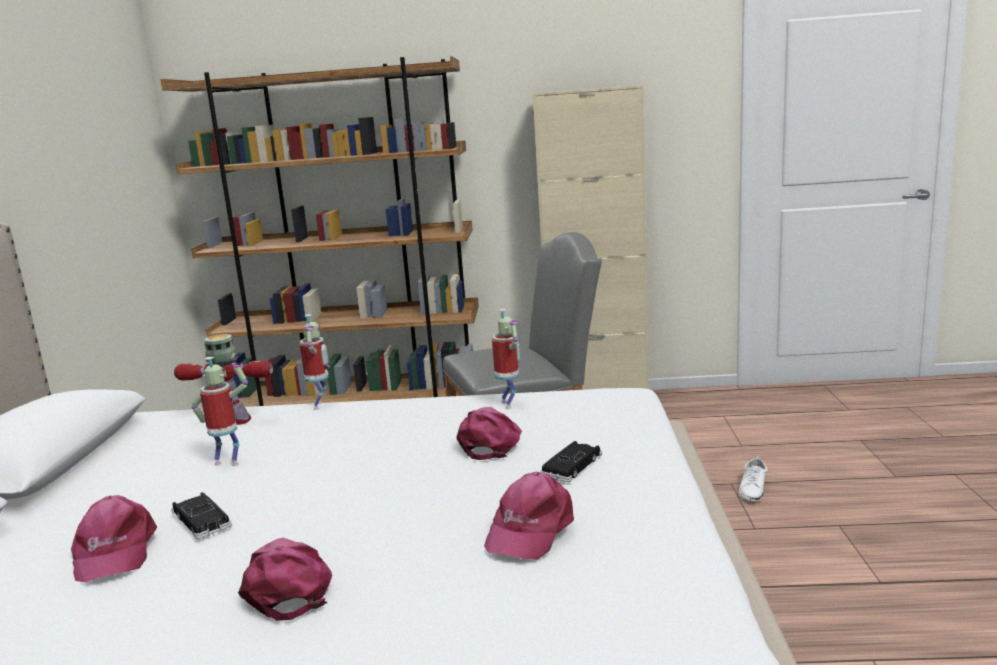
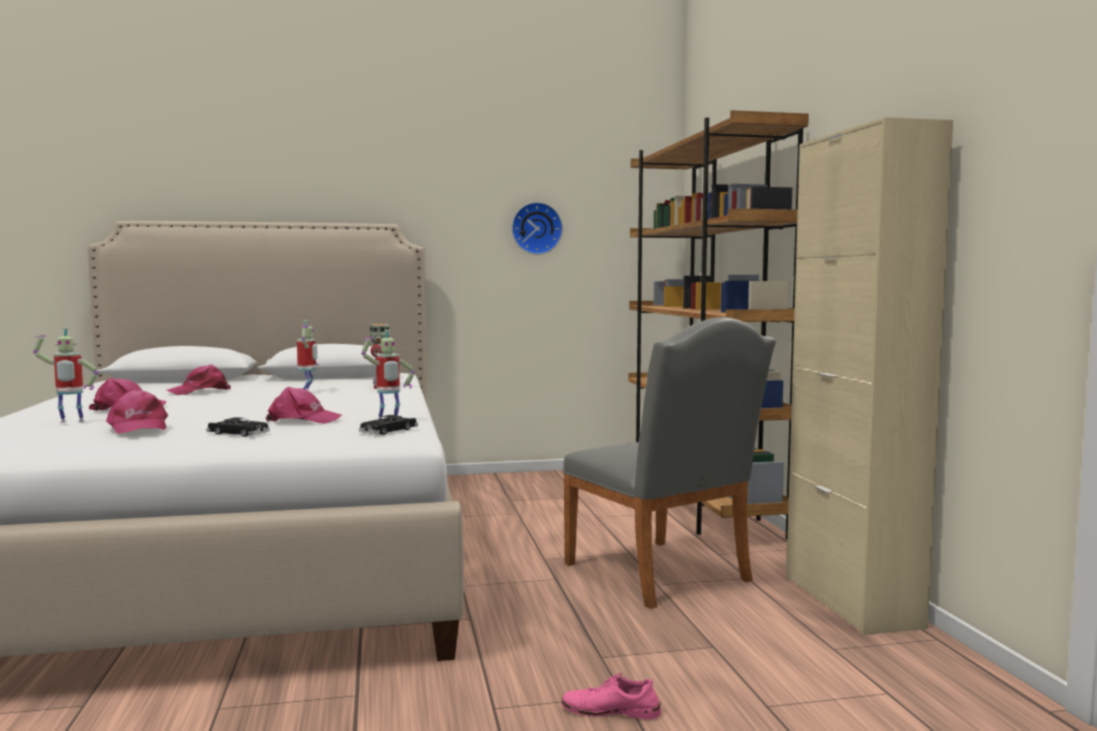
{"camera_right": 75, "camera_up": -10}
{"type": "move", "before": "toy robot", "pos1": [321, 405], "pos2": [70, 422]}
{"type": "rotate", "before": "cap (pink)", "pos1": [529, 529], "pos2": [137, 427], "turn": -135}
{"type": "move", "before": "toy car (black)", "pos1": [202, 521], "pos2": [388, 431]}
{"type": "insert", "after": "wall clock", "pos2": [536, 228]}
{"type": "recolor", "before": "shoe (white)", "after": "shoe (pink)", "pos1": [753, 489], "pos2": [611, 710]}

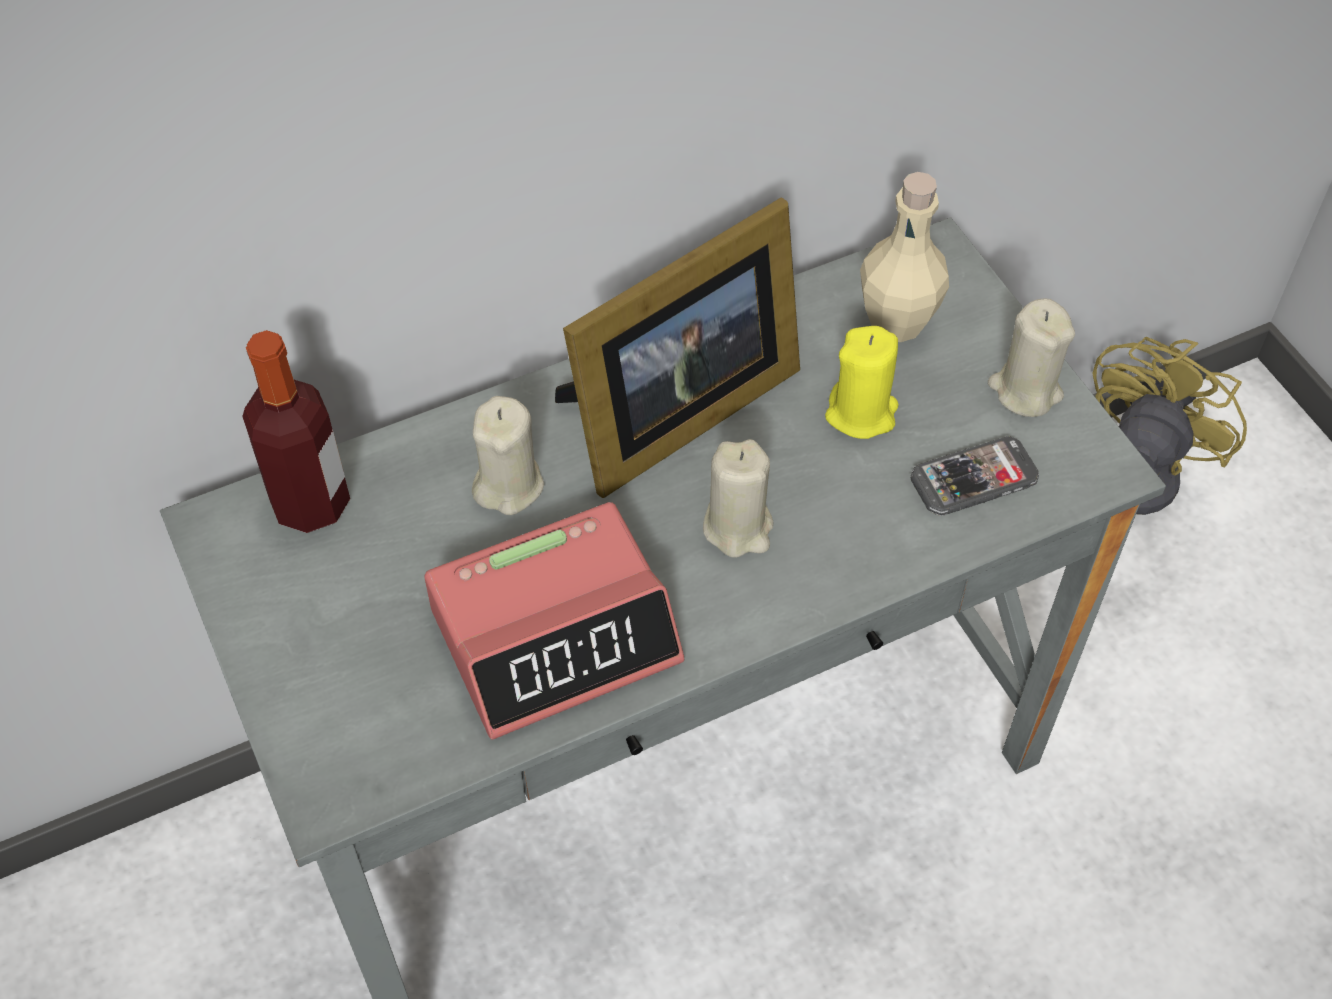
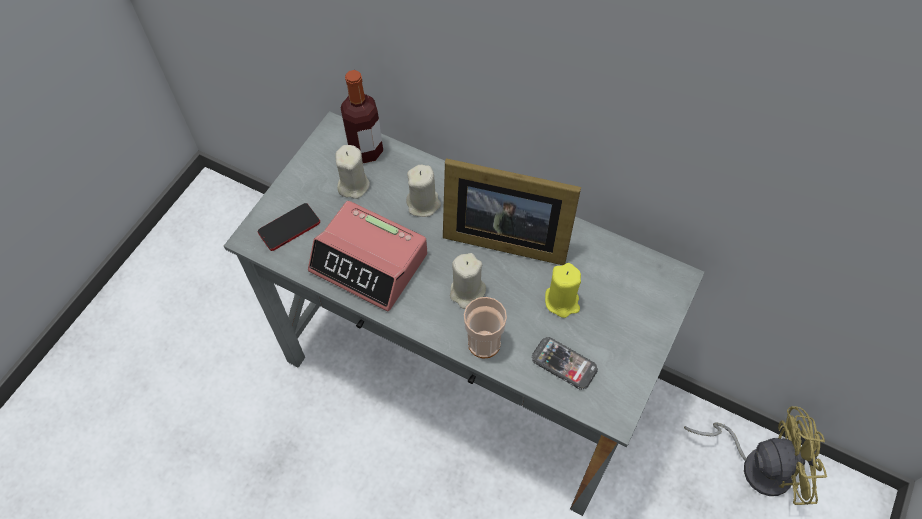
{"camera_right": 55, "camera_up": 5}
{"type": "insert", "after": "phone", "pos2": [289, 227]}
{"type": "move", "before": "candle (beige)", "pos1": [1025, 390], "pos2": [353, 185]}
{"type": "insert", "after": "cup", "pos2": [484, 343]}
{"type": "delete", "before": "bottle (beige)", "pos1": [897, 322]}

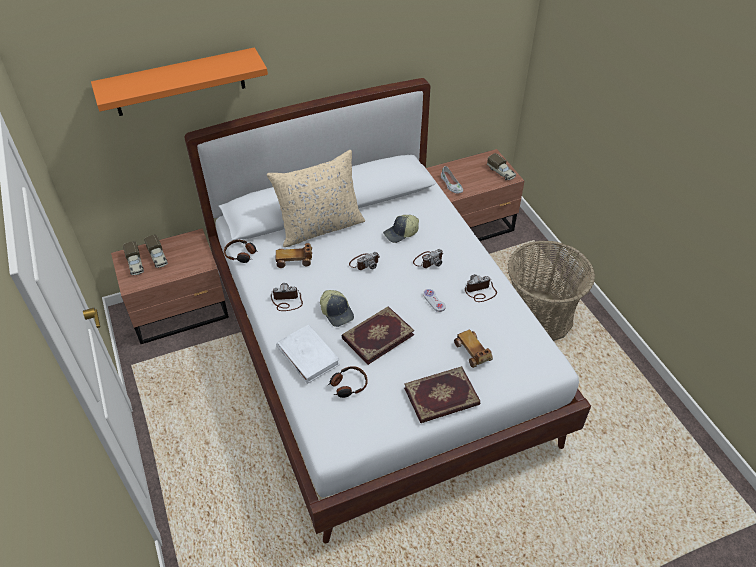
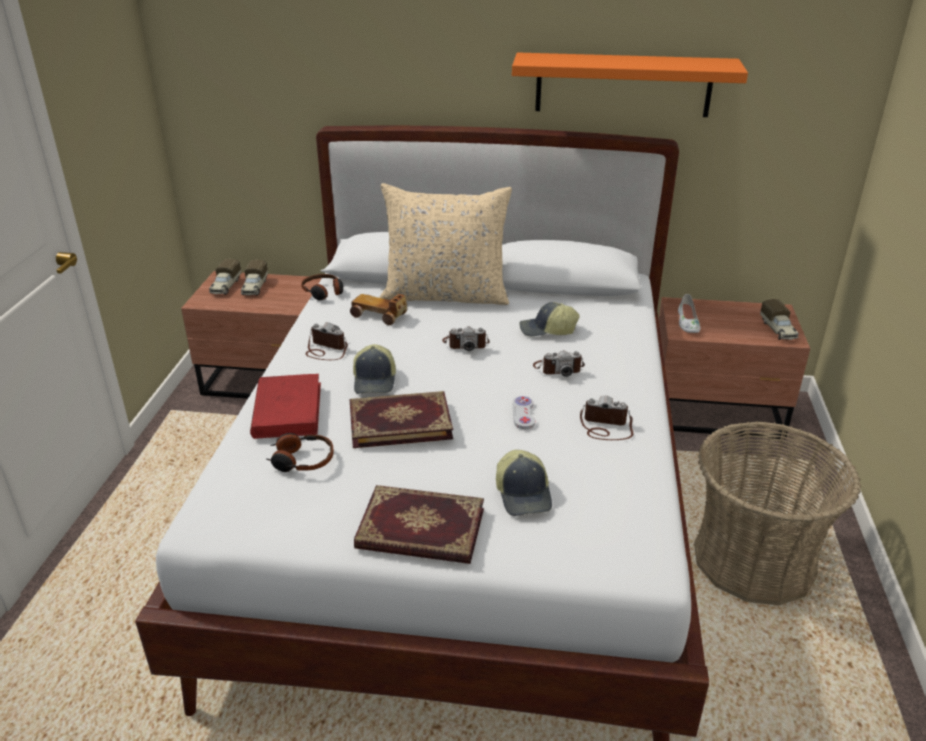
{"camera_right": 30, "camera_up": -15}
{"type": "recolor", "before": "book (white)", "after": "book (red)", "pos1": [307, 356], "pos2": [287, 410]}
{"type": "replace", "before": "toy car", "after": "cap", "pos1": [473, 352], "pos2": [524, 494]}
{"type": "move", "before": "shelf (orange)", "pos1": [179, 82], "pos2": [623, 85]}

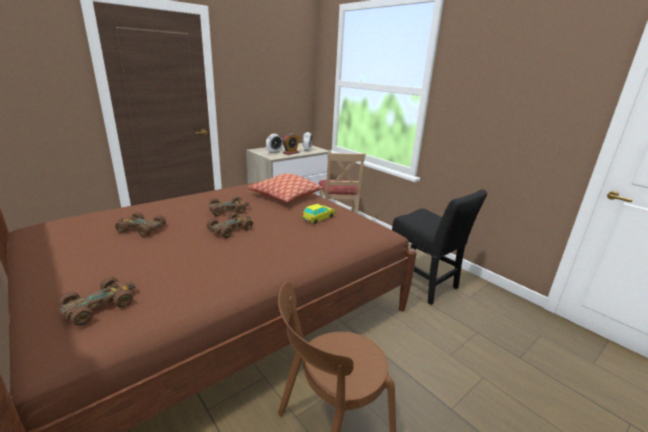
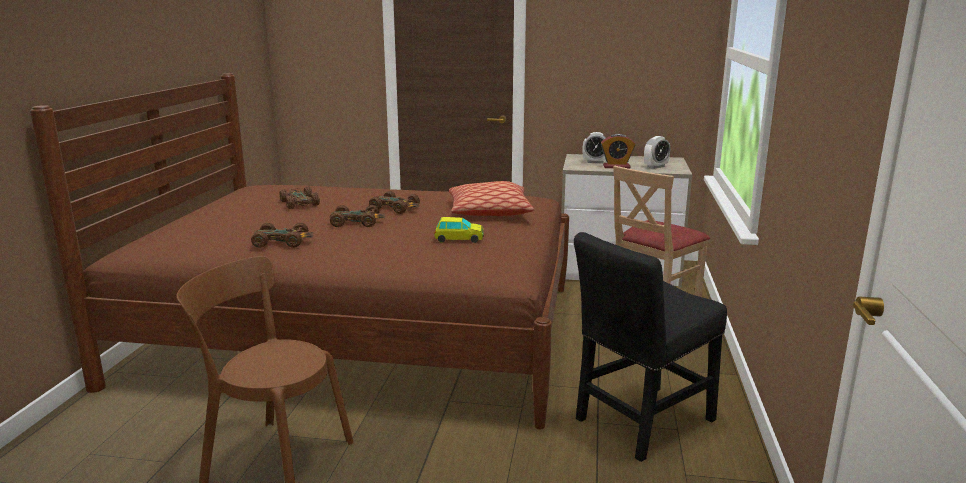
{"camera_right": 50, "camera_up": -5}
{"type": "move", "before": "toy car (brown)", "pos1": [99, 306], "pos2": [282, 242]}
{"type": "rotate", "before": "chair (black)", "pos1": [423, 283], "pos2": [641, 423], "turn": 45}

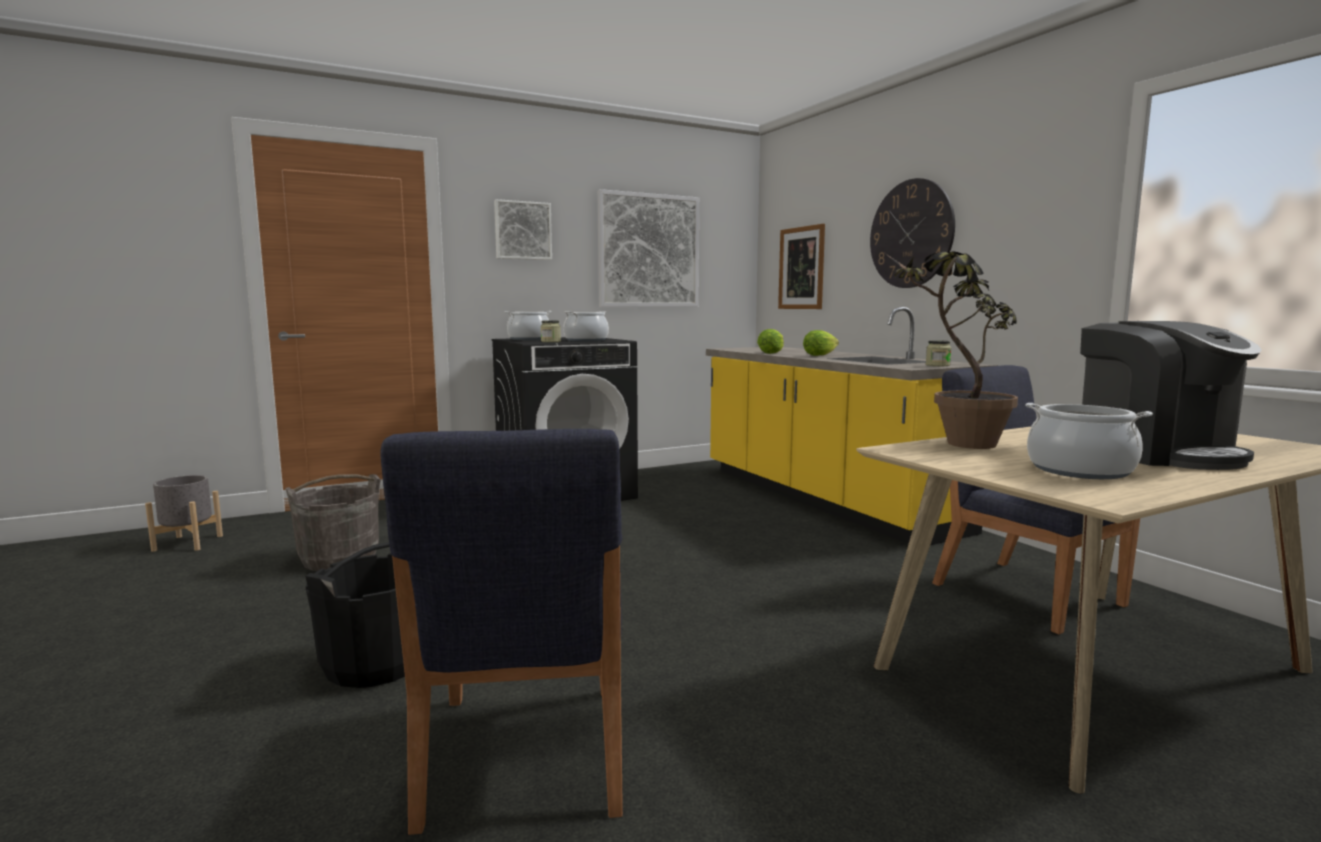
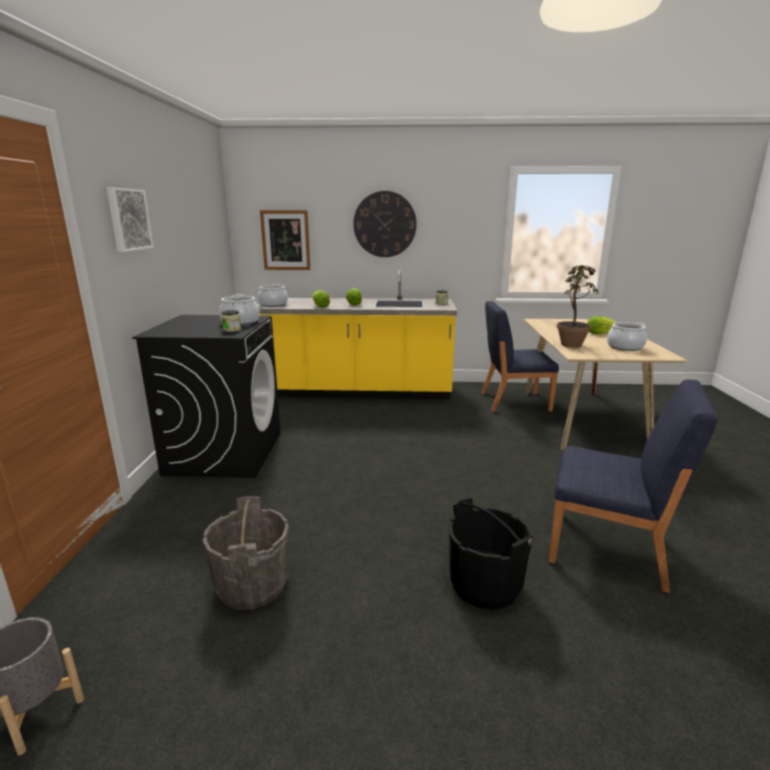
{"camera_right": -60, "camera_up": 10}
{"type": "move", "before": "cooking pot", "pos1": [529, 339], "pos2": [273, 305]}
{"type": "replace", "before": "coffee machine", "after": "lettuce", "pos1": [1155, 453], "pos2": [599, 334]}
{"type": "delete", "before": "picture", "pos1": [648, 251]}

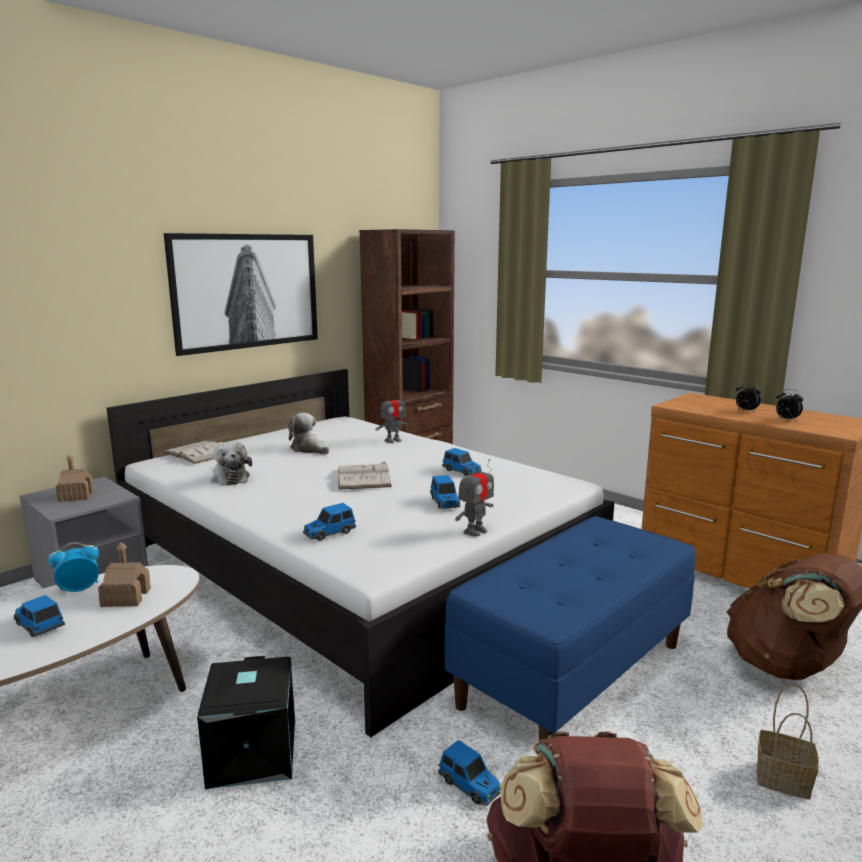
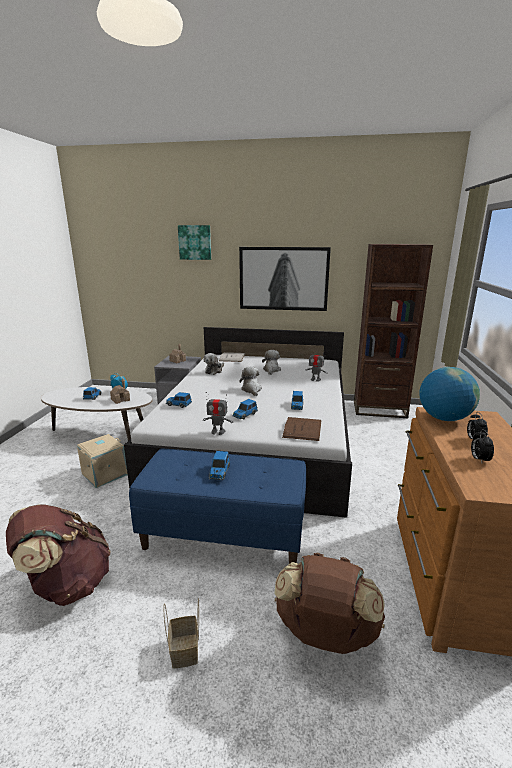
{"camera_right": 55, "camera_up": 5}
{"type": "recolor", "before": "storage box (black)", "after": "storage box (beige)", "pos1": [251, 753], "pos2": [104, 474]}
{"type": "insert", "after": "picture", "pos2": [195, 242]}
{"type": "move", "before": "toy car", "pos1": [470, 785], "pos2": [219, 472]}
{"type": "replace", "before": "book (white)", "after": "plush toy", "pos1": [363, 477], "pos2": [251, 390]}
{"type": "insert", "after": "book (brown)", "pos2": [302, 429]}
{"type": "insert", "after": "globe", "pos2": [444, 418]}

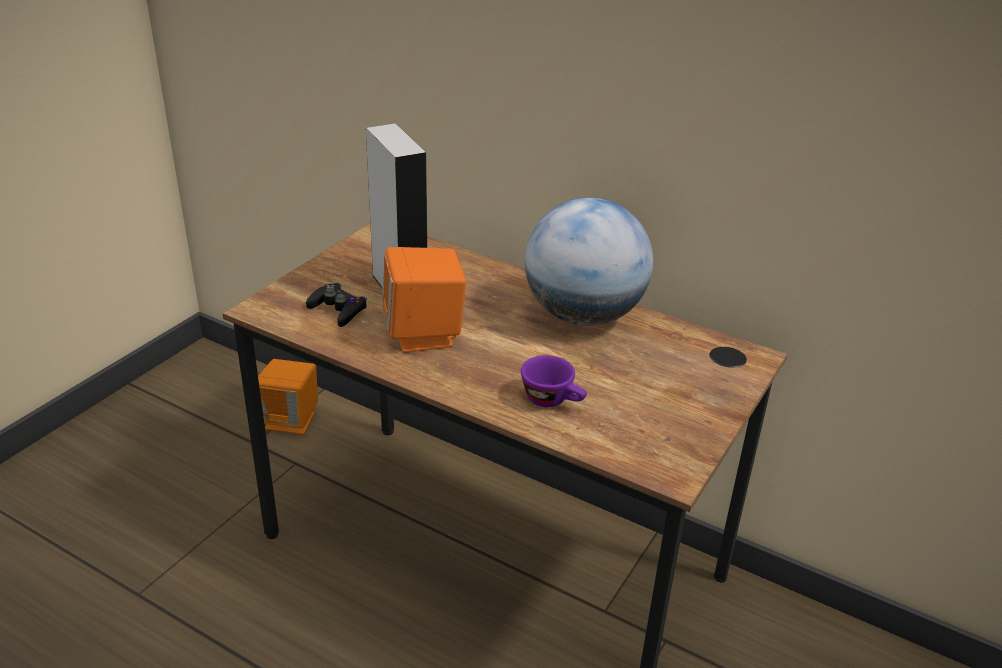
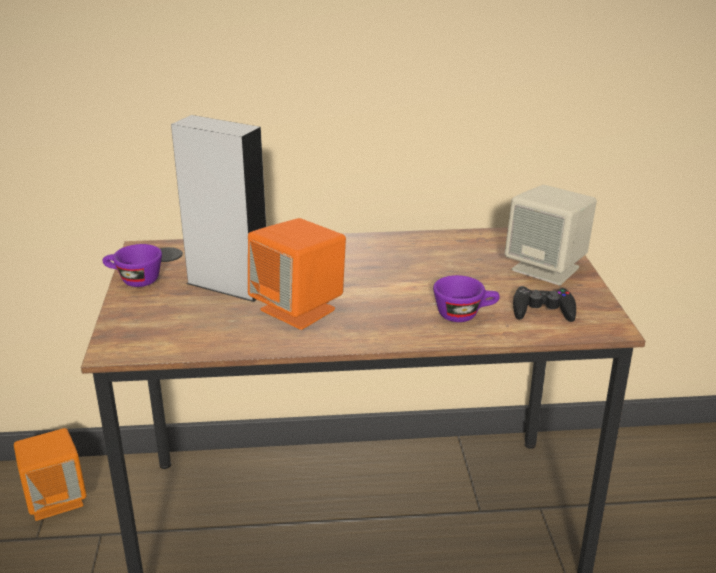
{"camera_right": -35, "camera_up": -5}
{"type": "insert", "after": "cup (purple)", "pos2": [134, 280]}
{"type": "insert", "after": "speaker (beige)", "pos2": [546, 269]}
{"type": "move", "before": "game controller (black)", "pos1": [338, 310], "pos2": [542, 310]}
{"type": "delete", "before": "globe", "pos1": [583, 315]}

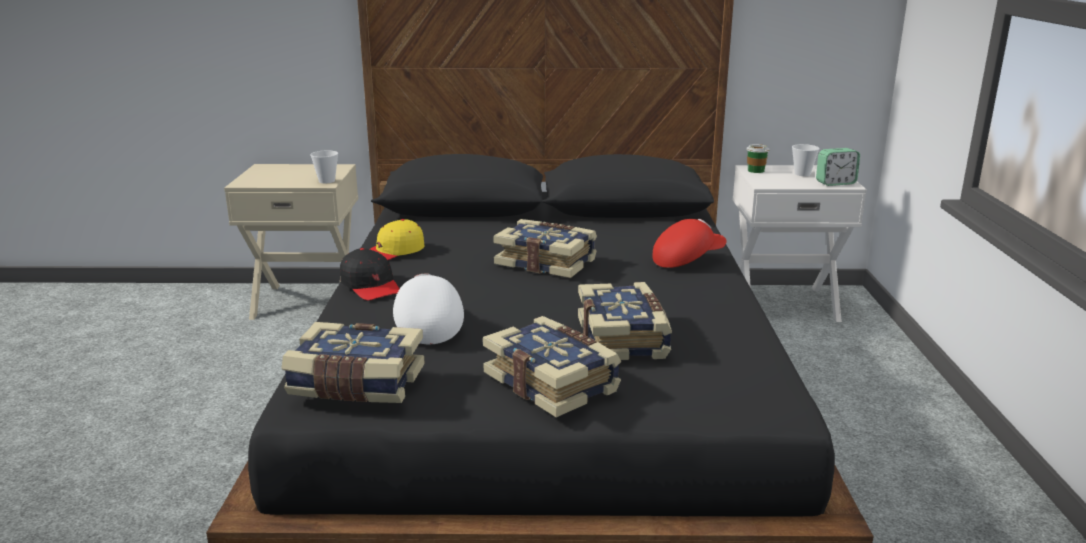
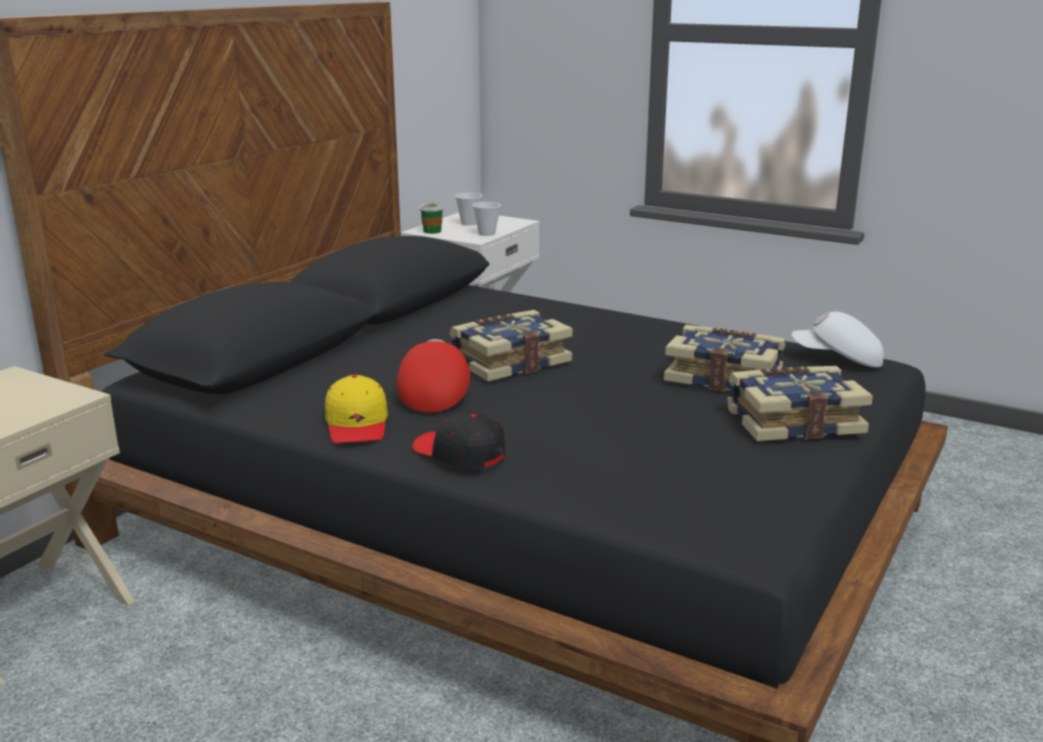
{"camera_right": -60, "camera_up": 0}
{"type": "move", "before": "cap (red)", "pos1": [687, 260], "pos2": [433, 394]}
{"type": "rotate", "before": "cap (black)", "pos1": [371, 286], "pos2": [459, 453], "turn": -135}
{"type": "move", "before": "cup", "pos1": [327, 181], "pos2": [486, 234]}
{"type": "move", "before": "cap (white)", "pos1": [427, 326], "pos2": [837, 360]}
{"type": "delete", "before": "book", "pos1": [356, 384]}
{"type": "delete", "before": "alarm clock", "pos1": [835, 183]}

